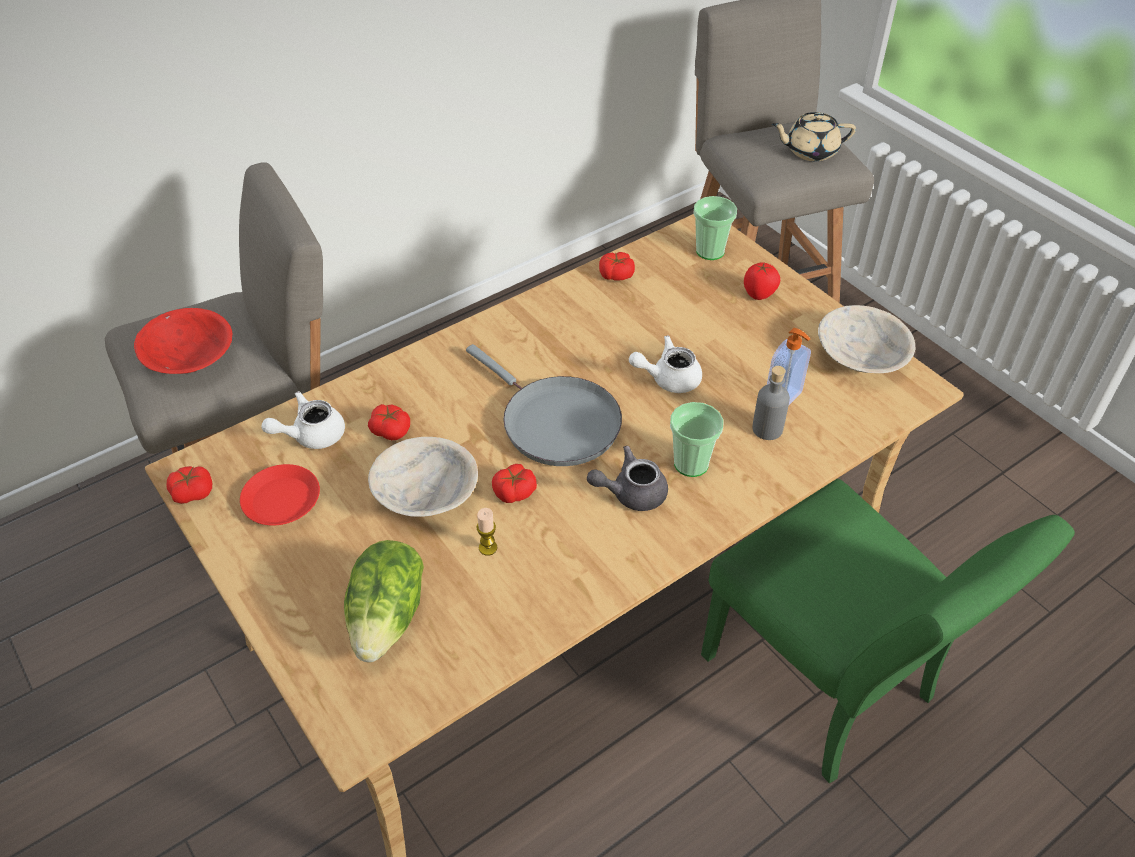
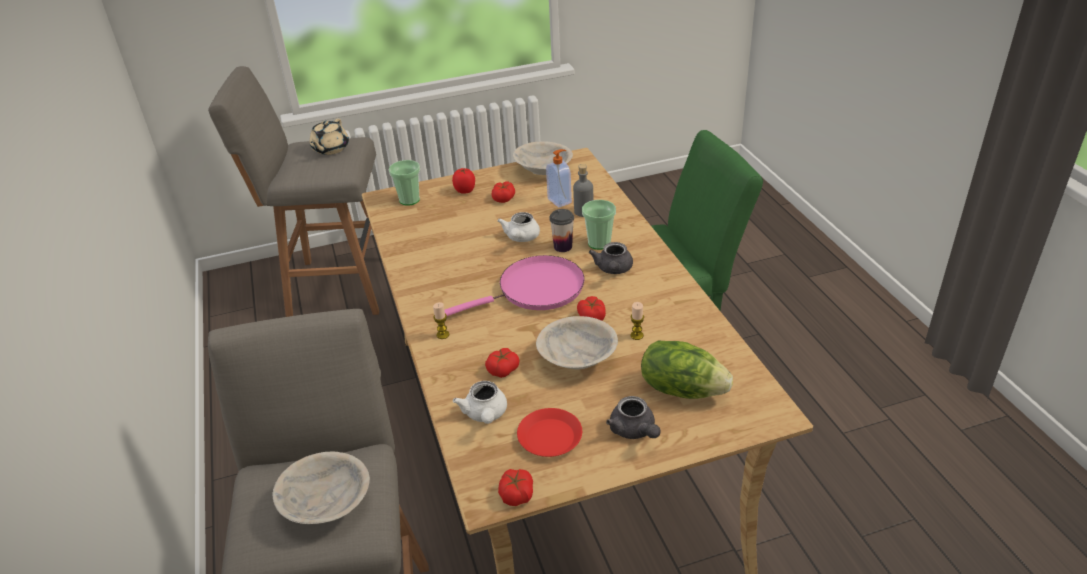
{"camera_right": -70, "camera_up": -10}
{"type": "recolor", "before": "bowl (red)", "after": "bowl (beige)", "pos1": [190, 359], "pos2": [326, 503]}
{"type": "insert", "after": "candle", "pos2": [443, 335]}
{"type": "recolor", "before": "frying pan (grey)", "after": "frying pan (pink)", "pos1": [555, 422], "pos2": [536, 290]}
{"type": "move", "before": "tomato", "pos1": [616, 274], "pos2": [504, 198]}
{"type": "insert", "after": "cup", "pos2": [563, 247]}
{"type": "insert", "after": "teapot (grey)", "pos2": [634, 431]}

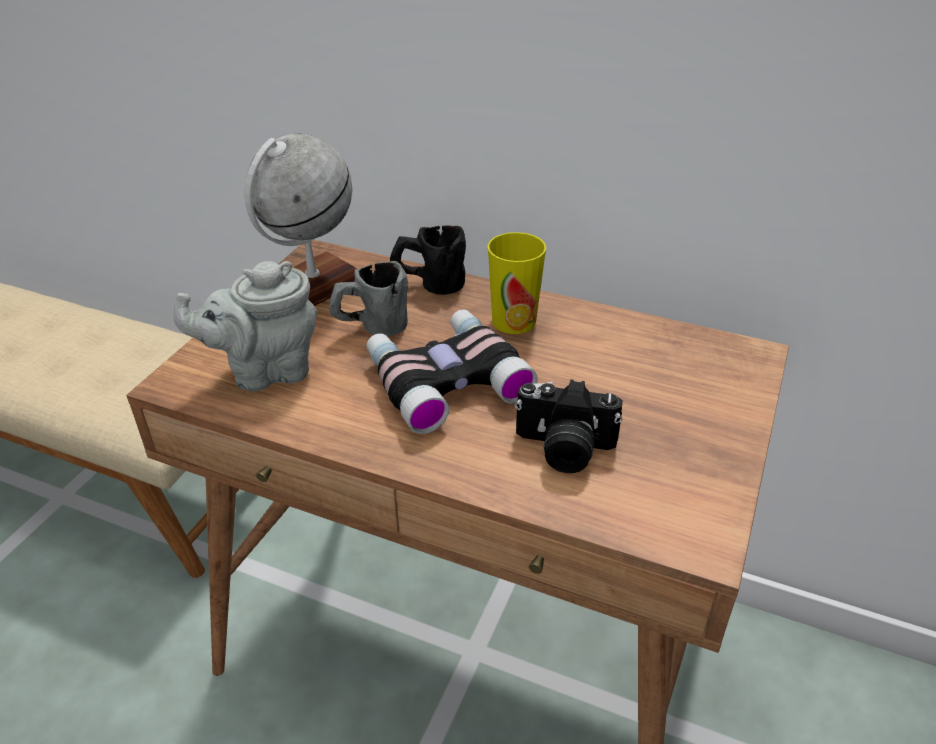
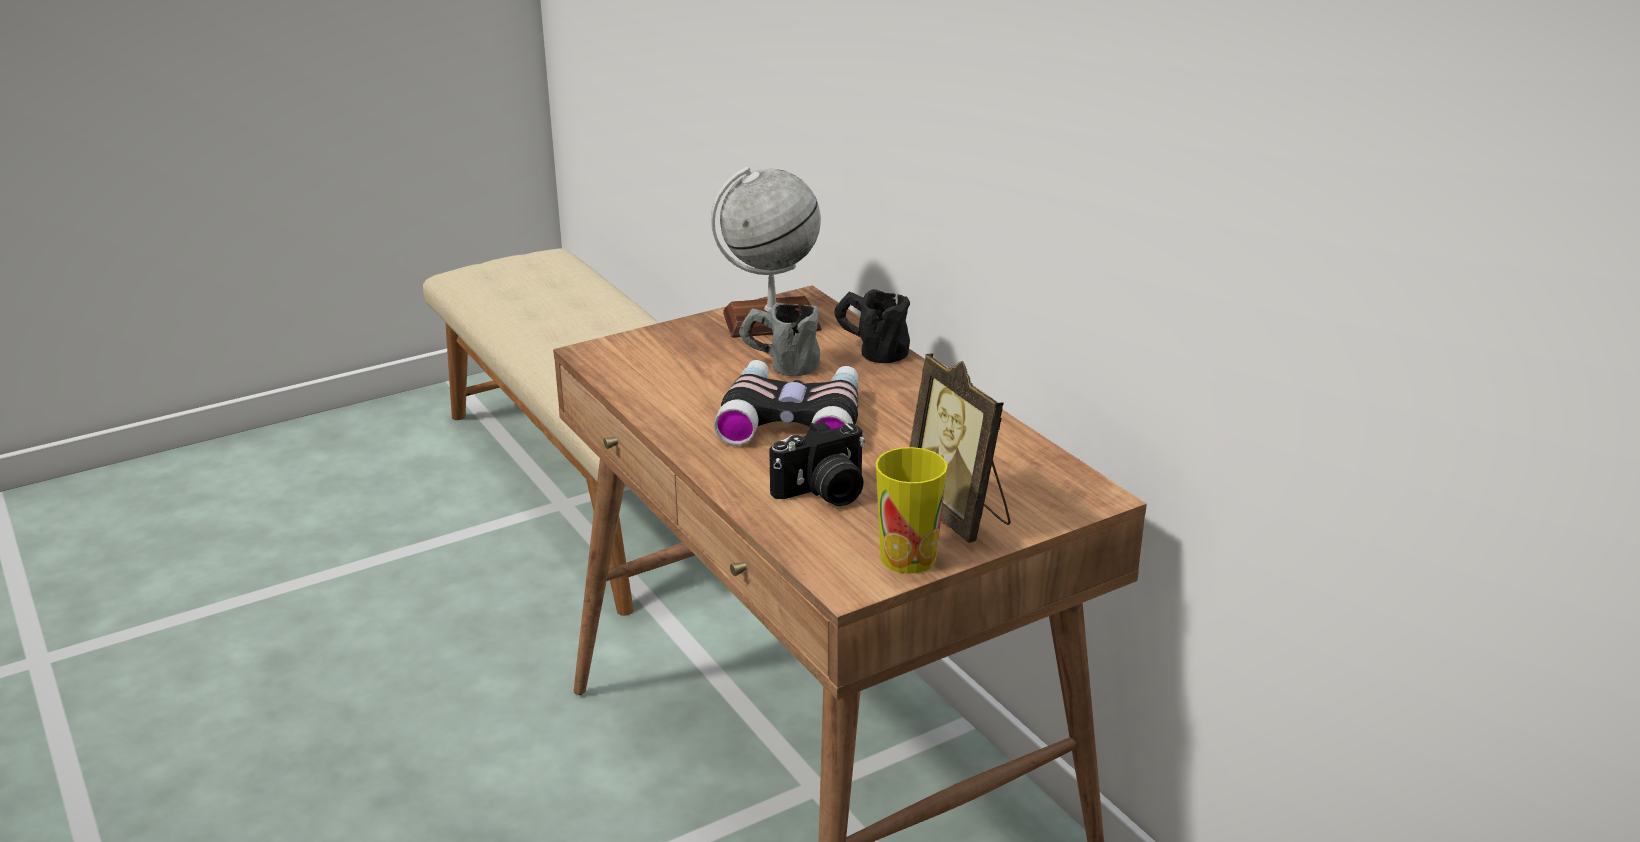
{"camera_right": 35, "camera_up": -10}
{"type": "rotate", "before": "photo camera", "pos1": [563, 449], "pos2": [824, 493], "turn": -75}
{"type": "move", "before": "cup", "pos1": [514, 321], "pos2": [908, 557]}
{"type": "insert", "after": "picture frame", "pos2": [959, 513]}
{"type": "delete", "before": "teapot (grey)", "pos1": [266, 371]}

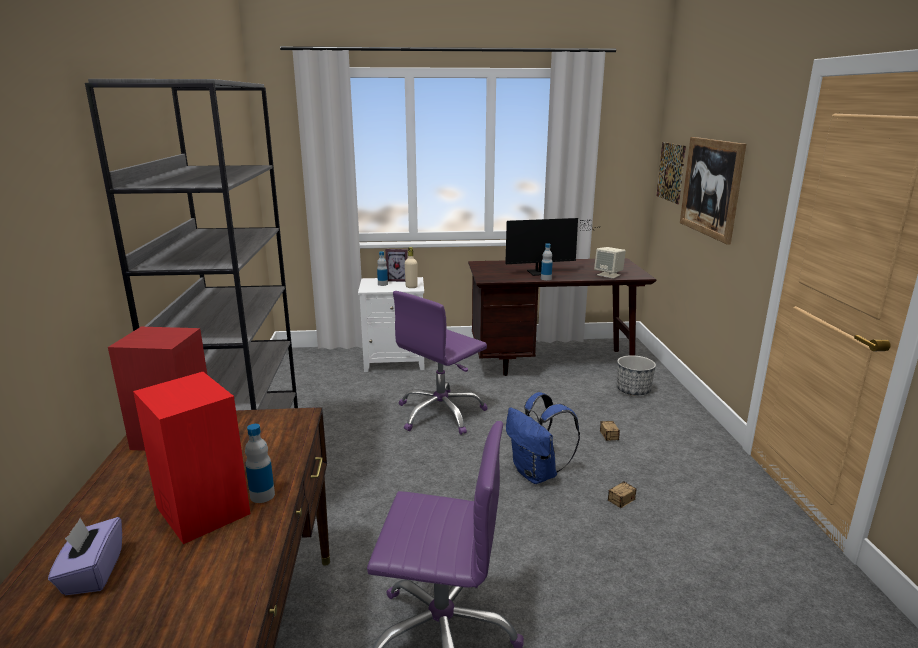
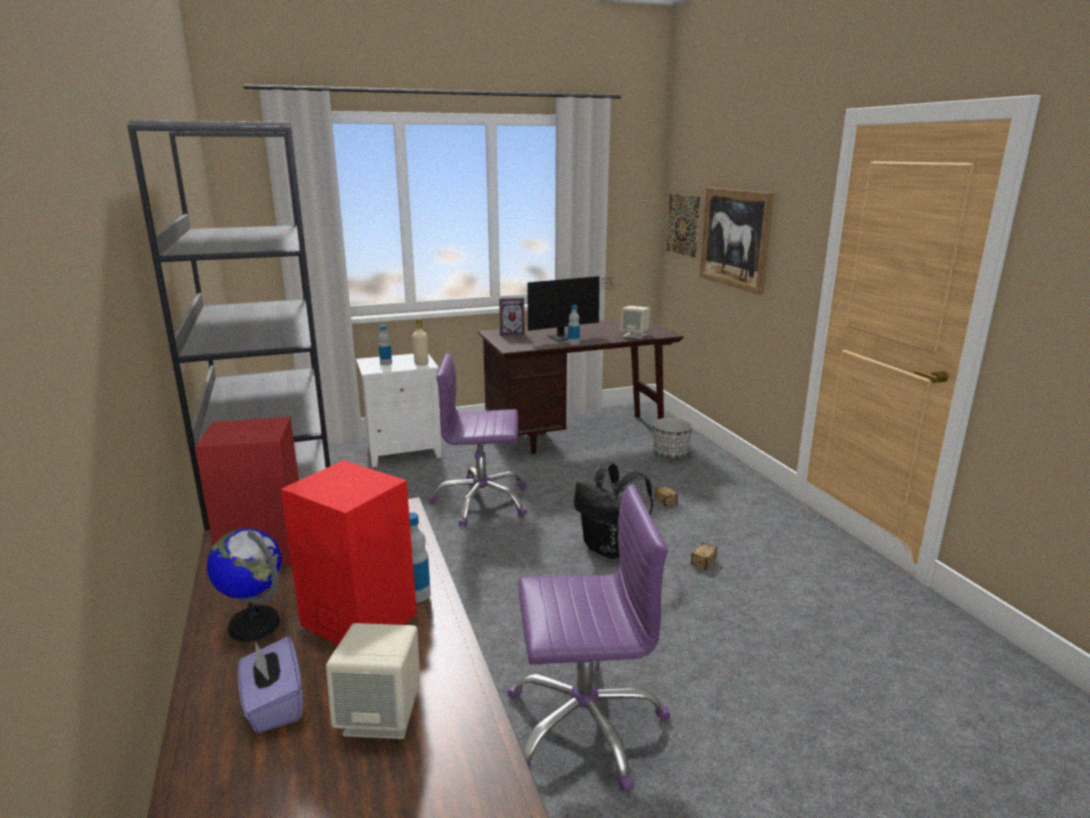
{"camera_right": -15, "camera_up": 0}
{"type": "insert", "after": "globe", "pos2": [254, 625]}
{"type": "insert", "after": "speaker (beige)", "pos2": [381, 716]}
{"type": "rotate", "before": "office chair (purple)", "pos1": [441, 414], "pos2": [481, 501], "turn": 60}
{"type": "move", "before": "picture frame", "pos1": [398, 279], "pos2": [511, 333]}
{"type": "recolor", "before": "backpack (blue)", "after": "backpack (black)", "pos1": [537, 474], "pos2": [610, 549]}

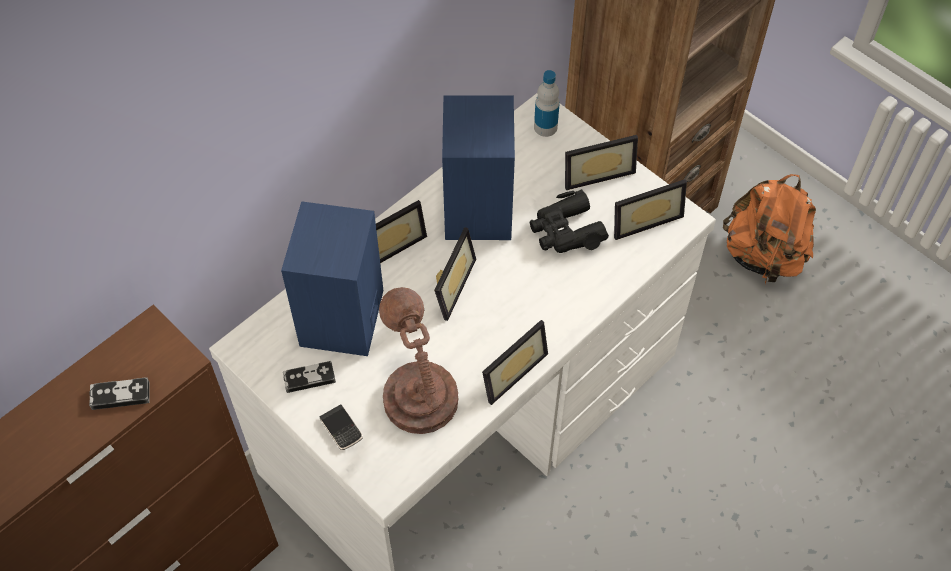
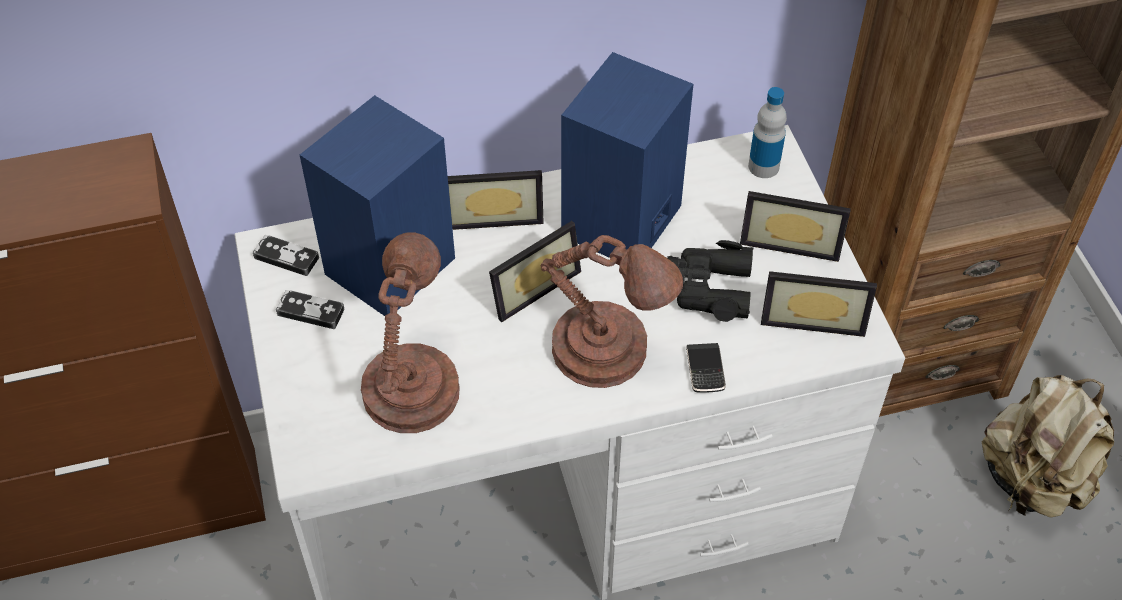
{"camera_right": 30, "camera_up": -5}
{"type": "move", "before": "game controller", "pos1": [120, 395], "pos2": [286, 258]}
{"type": "insert", "after": "table lamp (brown)", "pos2": [607, 352]}
{"type": "move", "before": "phone", "pos1": [341, 429], "pos2": [705, 369]}
{"type": "recolor", "before": "backpack (orange)", "after": "backpack (beige)", "pos1": [763, 256], "pos2": [1033, 480]}
{"type": "delete", "before": "picture frame", "pos1": [509, 369]}

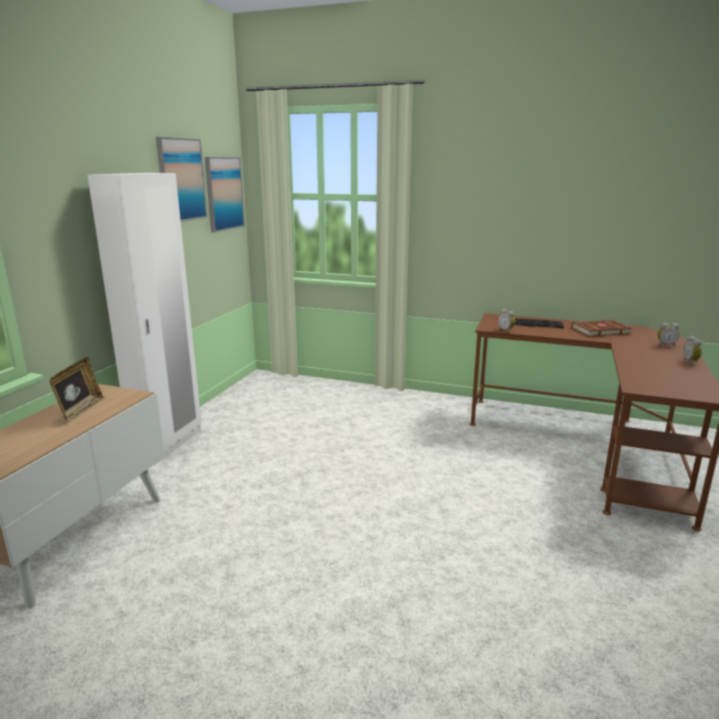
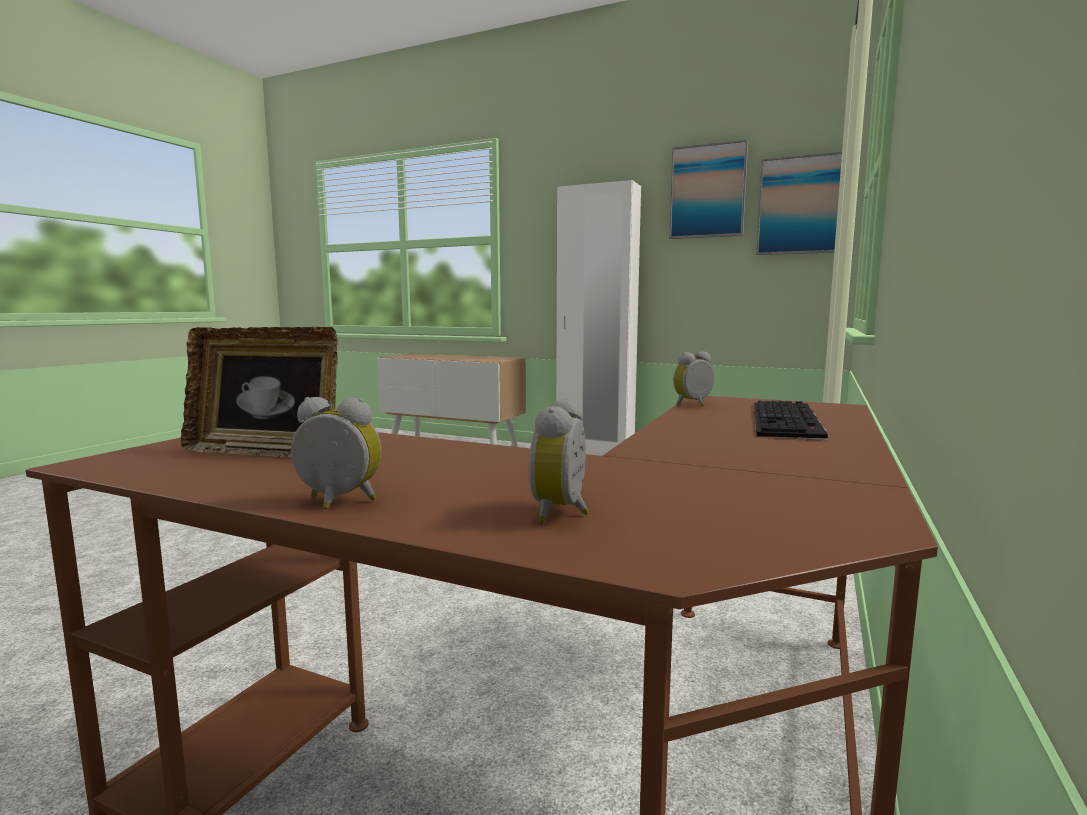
{"camera_right": 95, "camera_up": -10}
{"type": "move", "before": "picture frame", "pos1": [80, 410], "pos2": [266, 452]}
{"type": "delete", "before": "book (brown)", "pos1": [599, 330]}

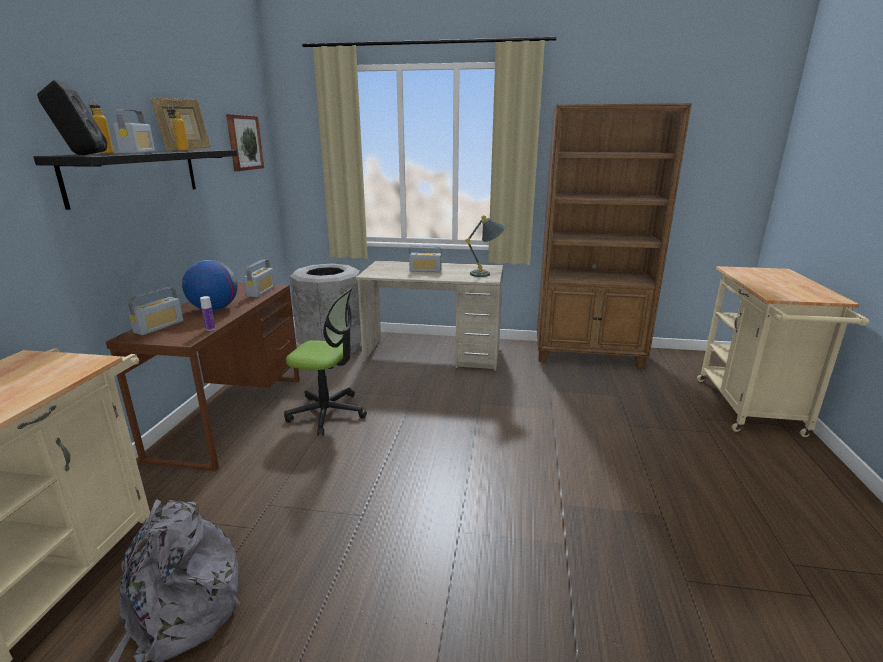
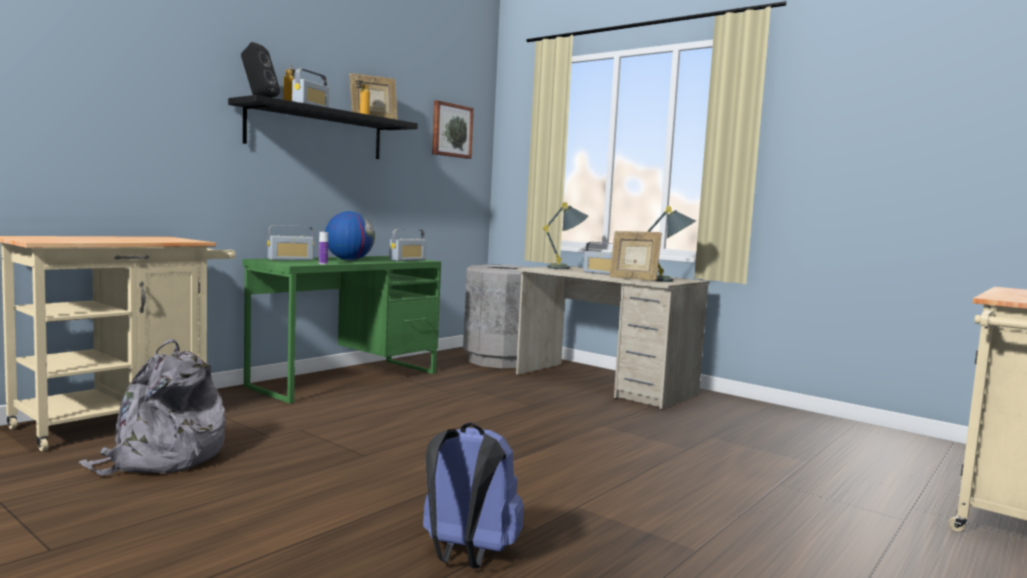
{"camera_right": 30, "camera_up": -15}
{"type": "recolor", "before": "desk (brown)", "after": "desk (green)", "pos1": [232, 415], "pos2": [346, 379]}
{"type": "insert", "after": "backpack (blue)", "pos2": [466, 556]}
{"type": "insert", "after": "table lamp (grey)", "pos2": [566, 268]}
{"type": "insert", "after": "picture frame", "pos2": [633, 279]}
{"type": "delete", "before": "office chair", "pos1": [327, 413]}
{"type": "delete", "before": "bookcase (brown)", "pos1": [589, 355]}

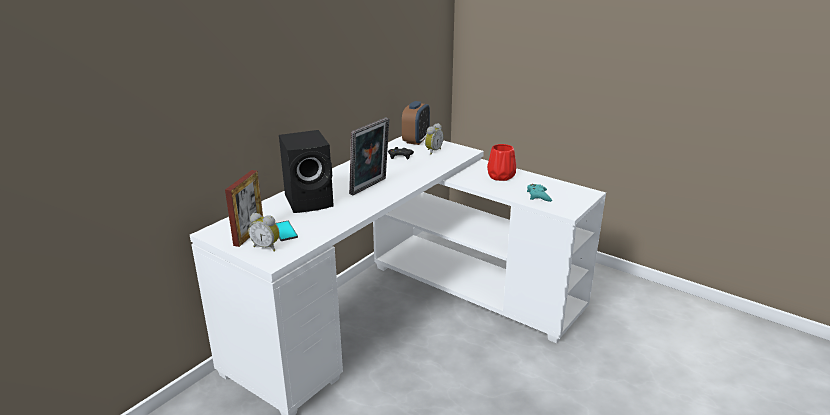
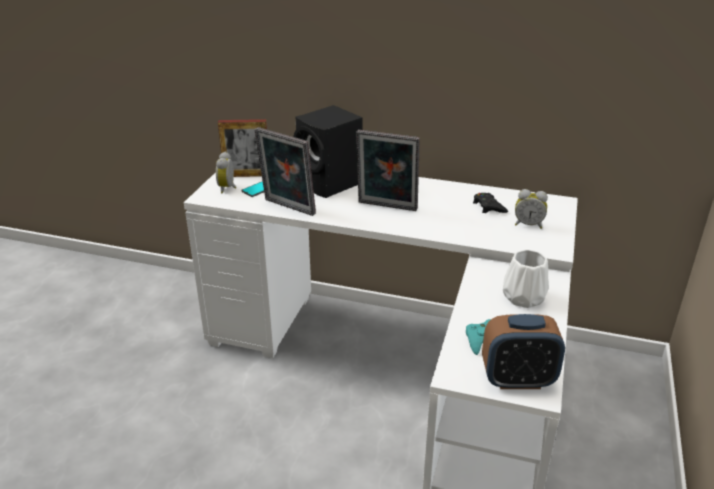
{"camera_right": 70, "camera_up": 5}
{"type": "insert", "after": "picture frame", "pos2": [287, 208]}
{"type": "move", "before": "alarm clock", "pos1": [416, 140], "pos2": [517, 380]}
{"type": "recolor", "before": "vase (red)", "after": "vase (white)", "pos1": [501, 176], "pos2": [522, 298]}

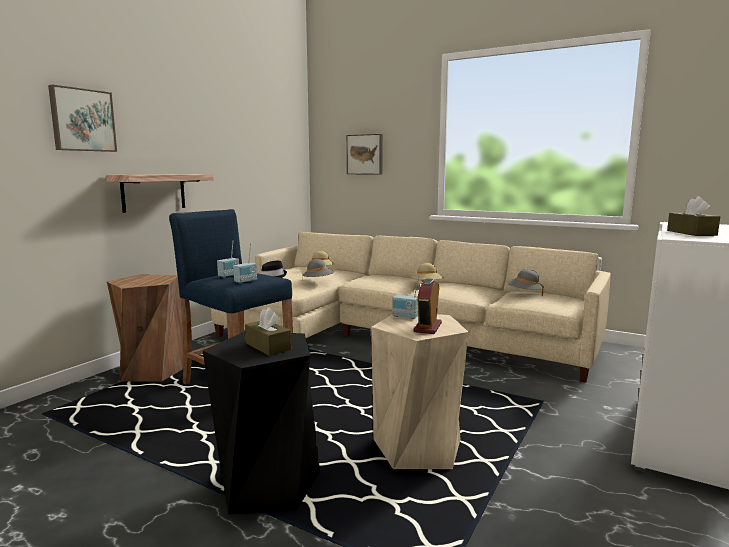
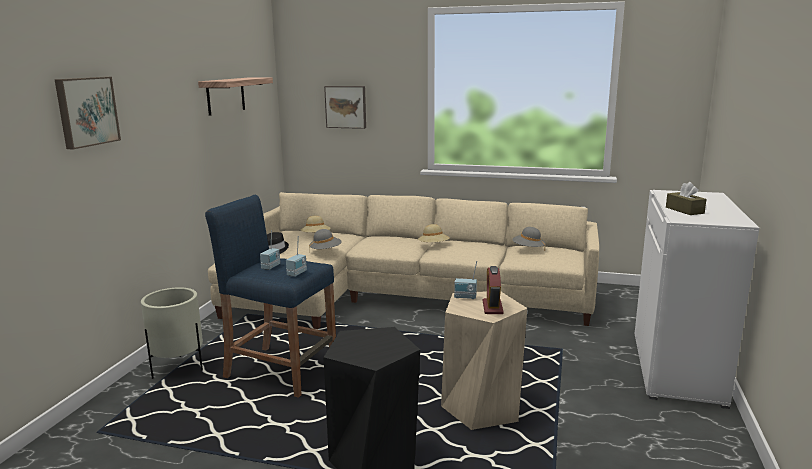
{"camera_right": -15, "camera_up": 5}
{"type": "replace", "before": "stool (brown)", "after": "planter (beige)", "pos1": [152, 371], "pos2": [178, 368]}
{"type": "move", "before": "shelf", "pos1": [153, 192], "pos2": [225, 95]}
{"type": "delete", "before": "tissue box (brown)", "pos1": [268, 346]}

